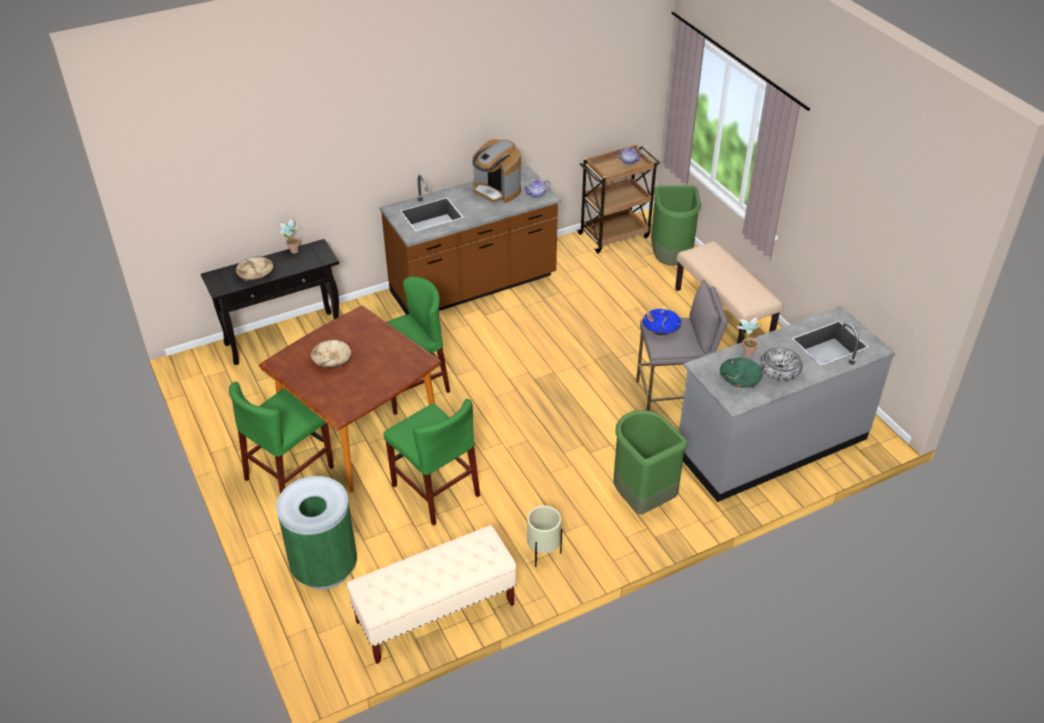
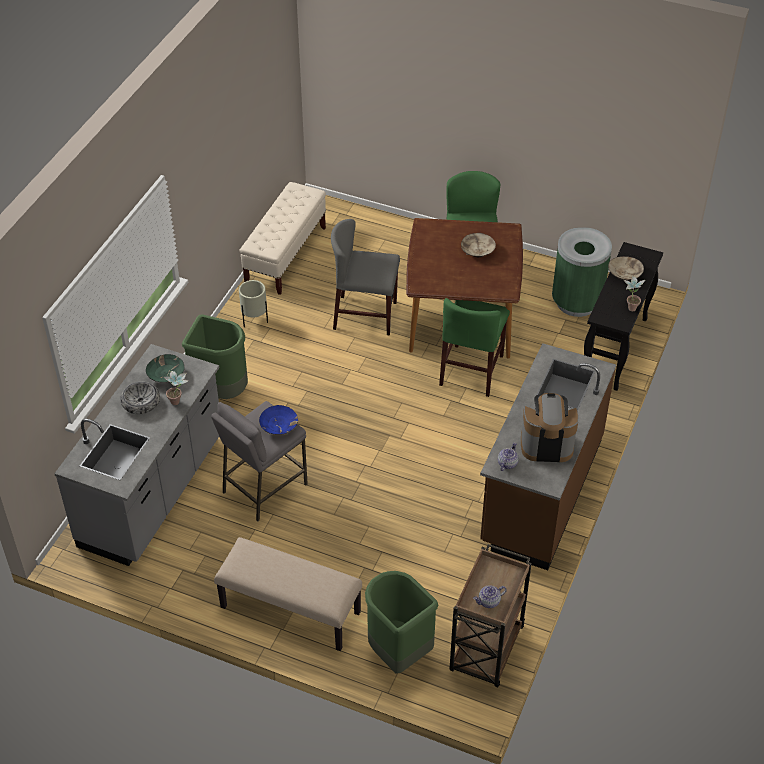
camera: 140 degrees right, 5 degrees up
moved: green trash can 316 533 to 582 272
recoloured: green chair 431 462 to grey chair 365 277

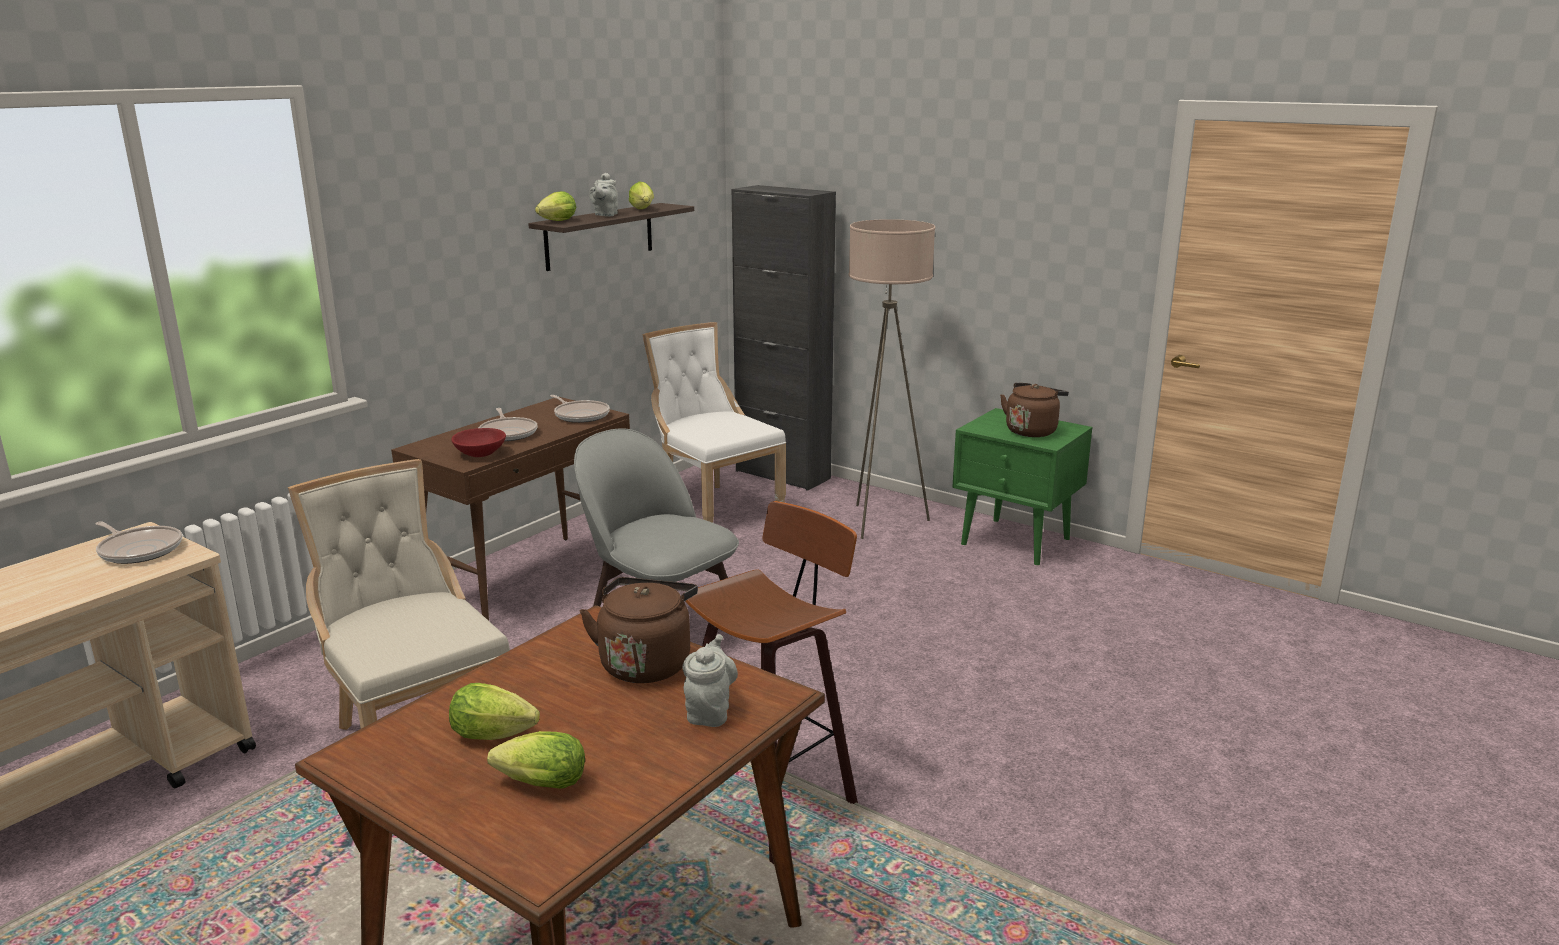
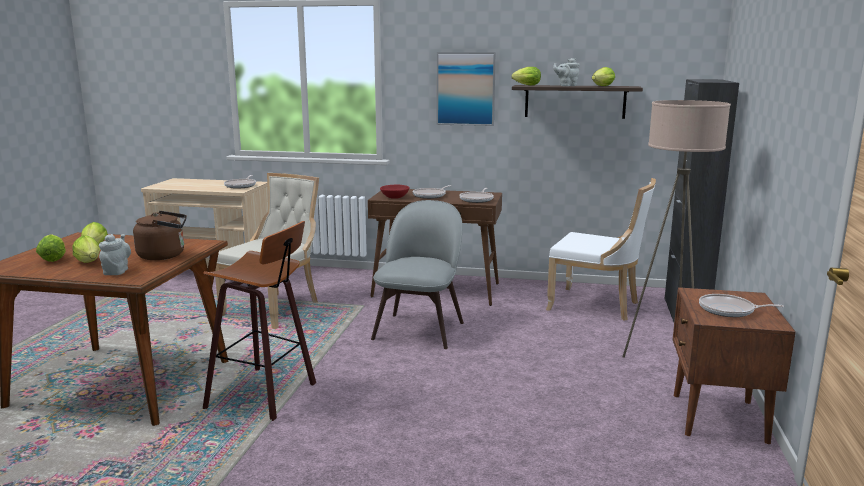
camera: 65 degrees right, 5 degrees down
added: lettuce 86 249; picture 466 89
replaced: brown kettle 1034 410 to frying pan 741 305
recoloured: green nightstand 1022 486 to brown nightstand 734 365
turned: white chair 714 422 = 601 249 90 degrees clockwise; grey teapot 710 680 = 115 254 75 degrees counterclockwise

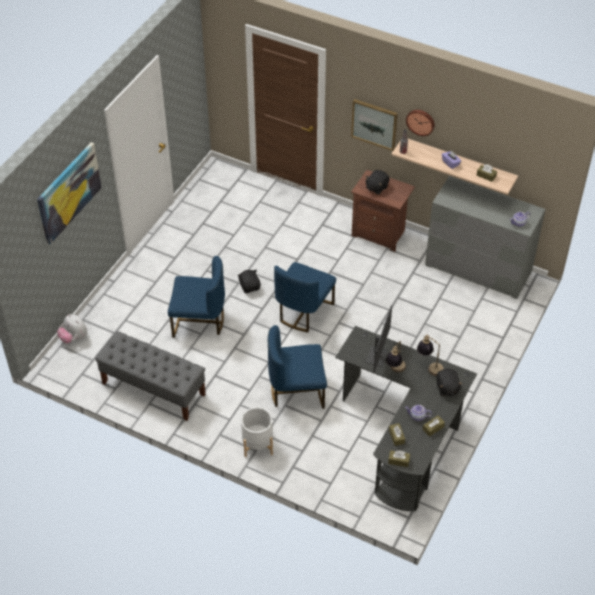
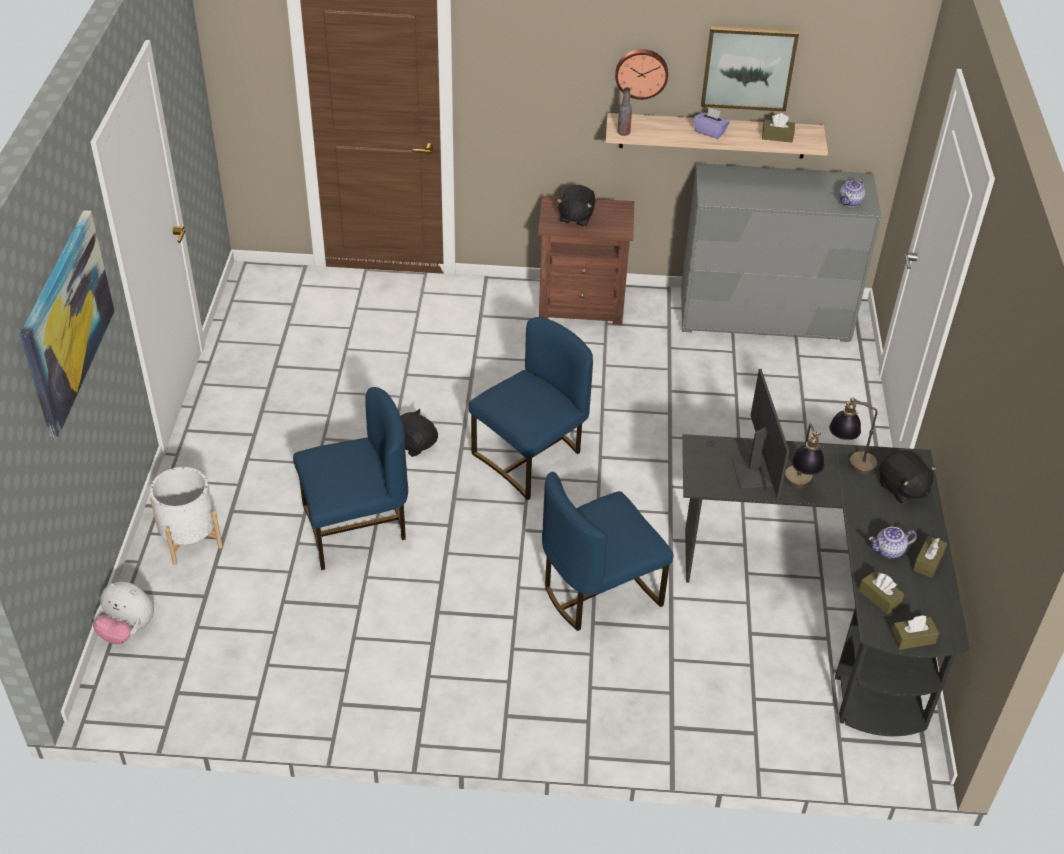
camera: 25 degrees left, 5 degrees down
removed: grey bench 150 376
moved: white planter 257 432 to 186 516; picture 374 125 to 750 69
turned: blue chair 305 297 = 531 408 135 degrees counterclockwise

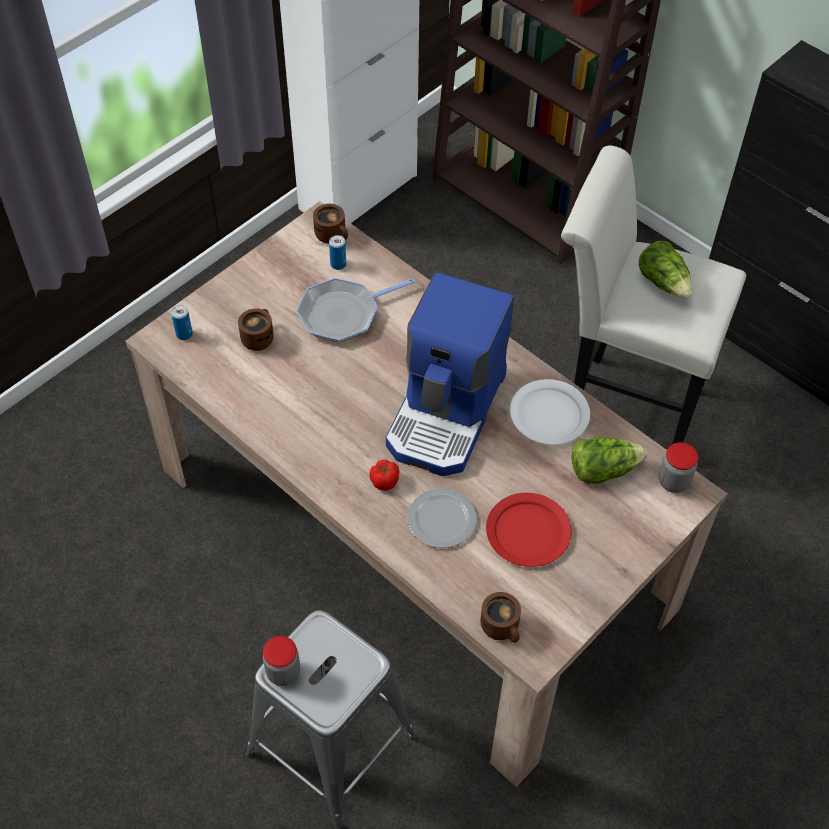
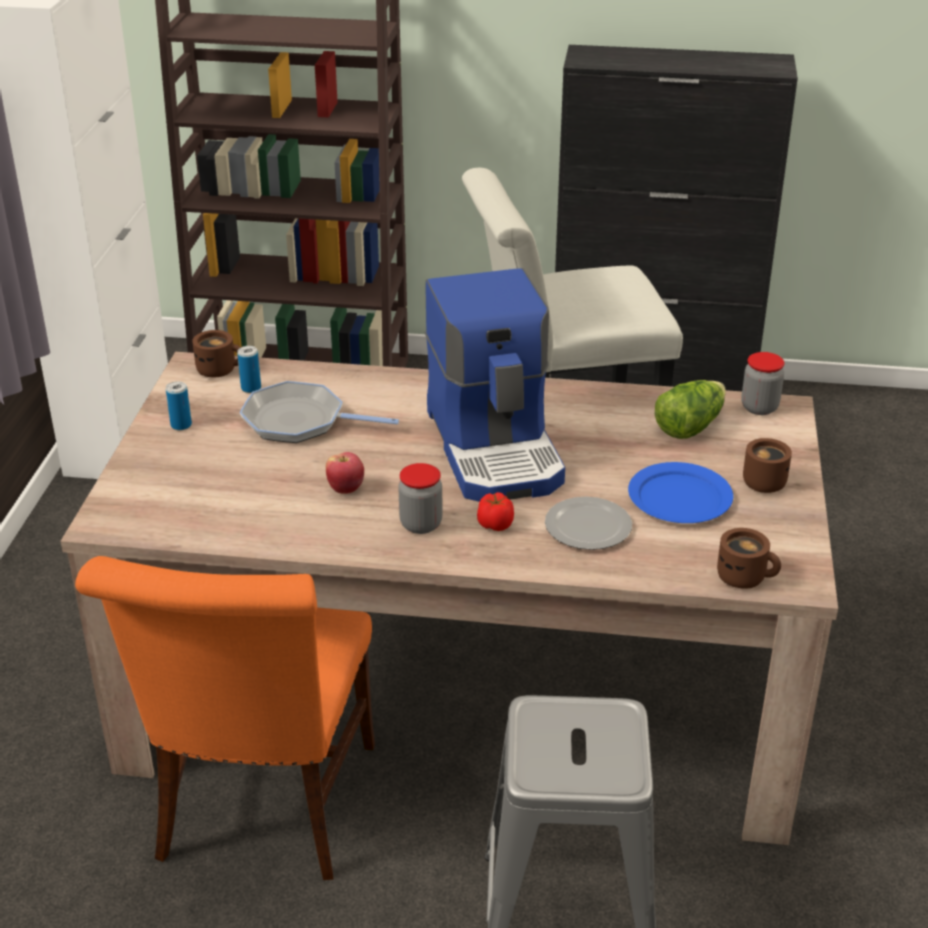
camera: 35 degrees left, 20 degrees down
removed: white plate 550 412; lettuce 665 269
added: orange chair 225 718; apple 345 473
moved: can 182 322 to 179 405; brown mug 256 329 to 767 465; jar 281 661 to 420 498
recoloured: red plate 529 530 to blue plate 680 492
turned: frying pan 355 310 = 319 412 75 degrees clockwise

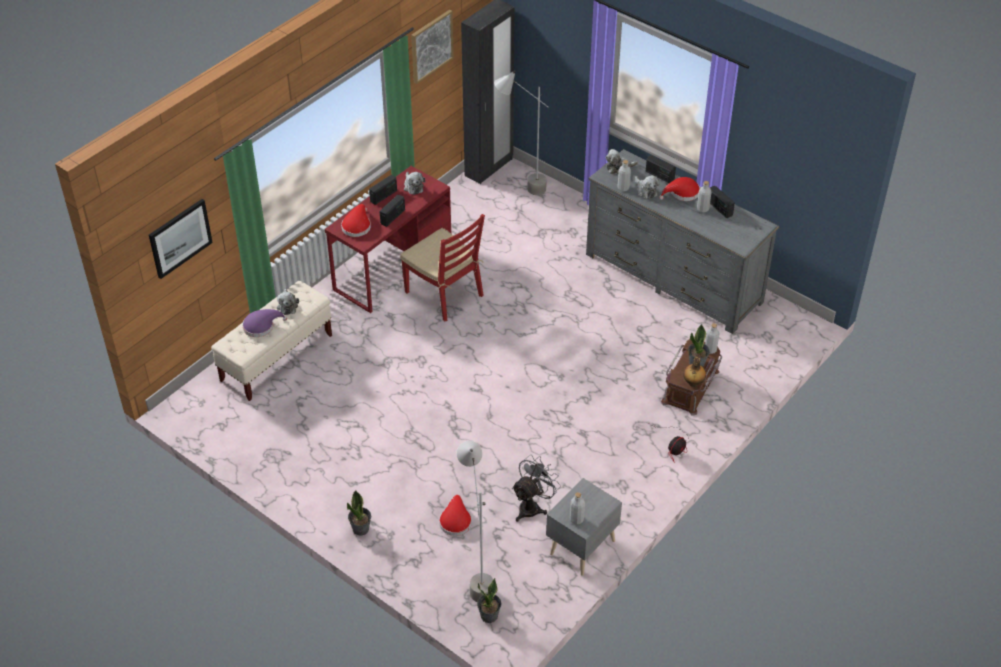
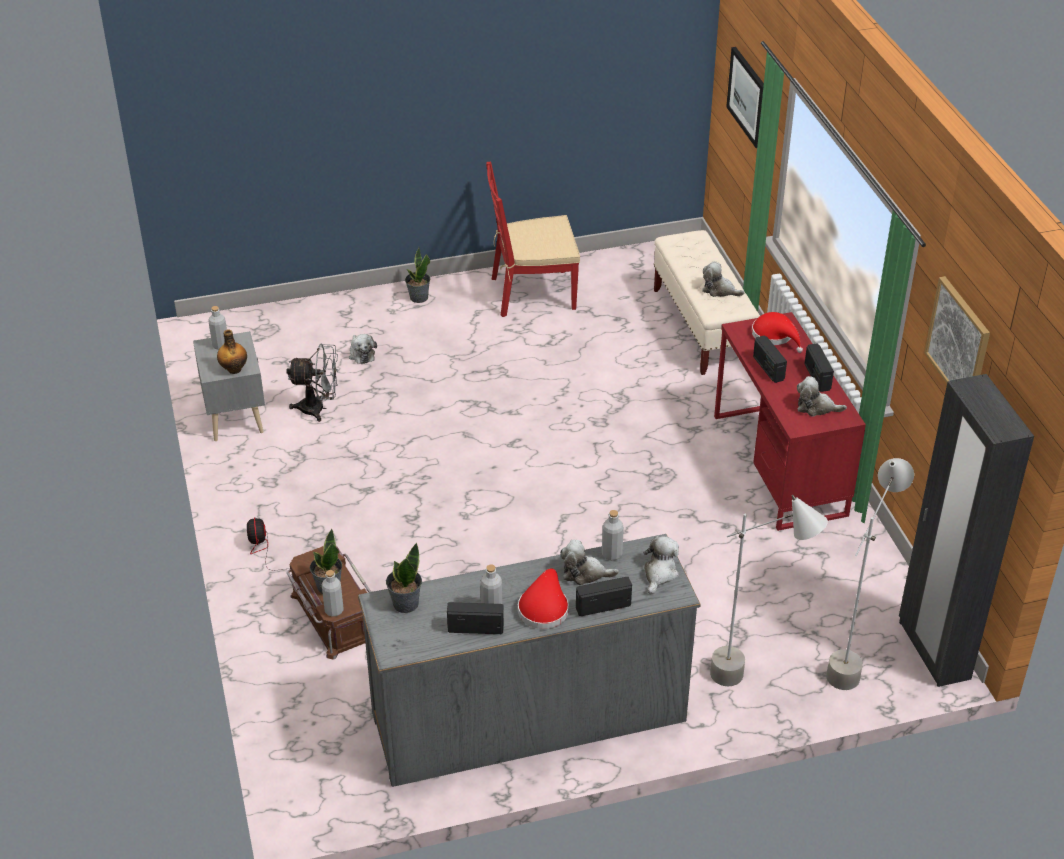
camera: 125 degrees right, 5 degrees down
removed: purple hat 264 323
moved: red chair 442 268 to 533 239; grey floor lamp 475 521 to 769 590; potted plant 489 600 to 404 578; bottle 694 372 to 232 351
replaced: red hat 455 515 to plush toy 363 349
turned: grey fan 536 488 = 312 382 75 degrees counterclockwise

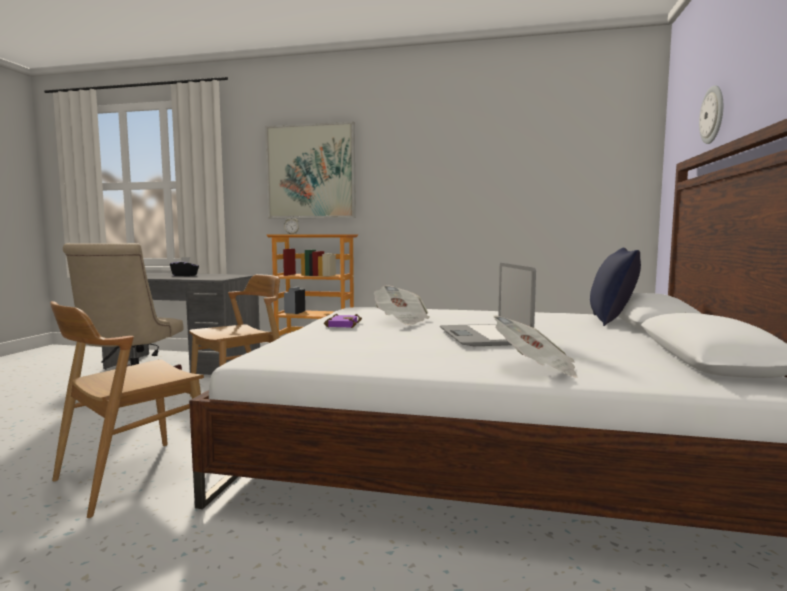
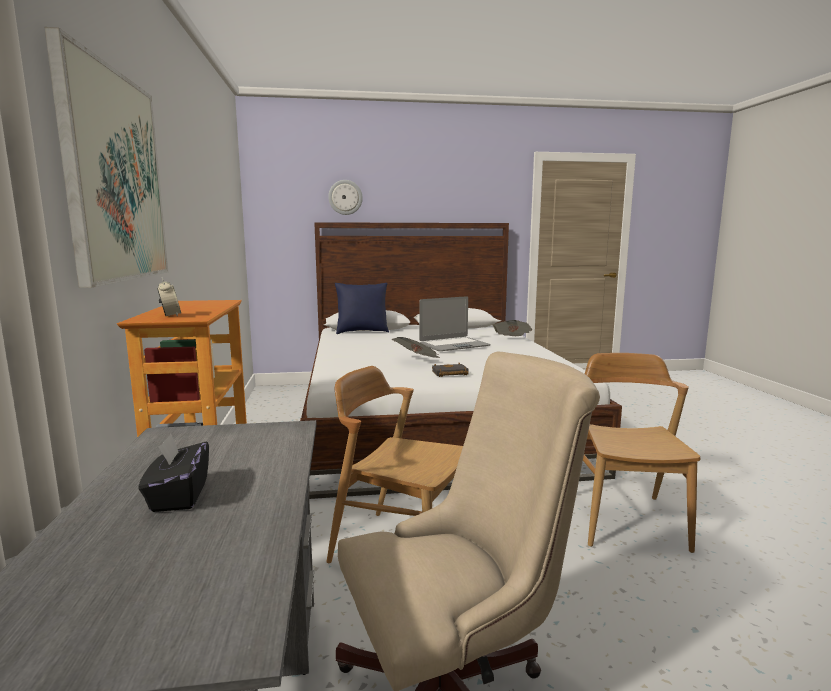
camera: 110 degrees left, 5 degrees up
recoloured: purple book 343 321 to black book 450 370
turned: brown chair 127 409 = 641 453 105 degrees counterclockwise

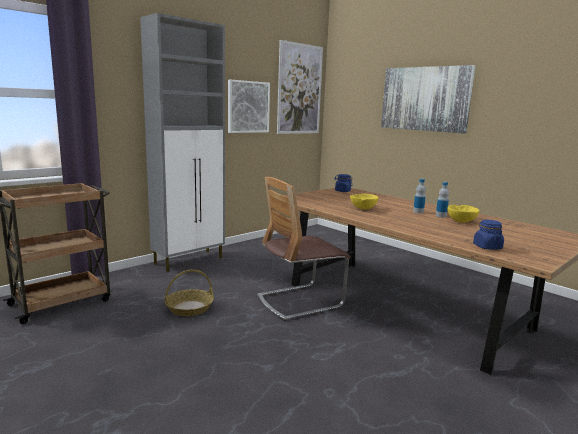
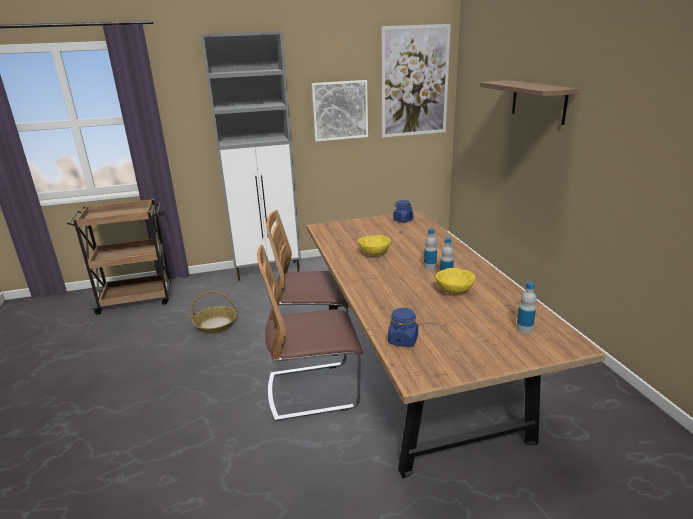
camera: 30 degrees right, 10 degrees up
added: chair 310 333; bottle 526 307
replaced: picture 428 99 to shelf 529 102

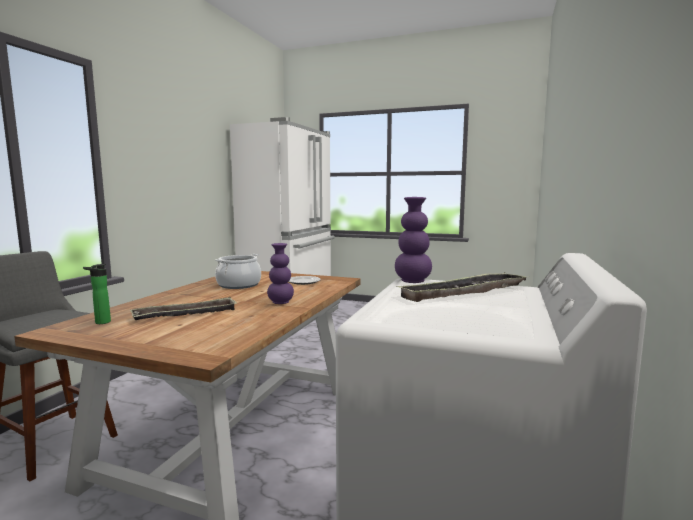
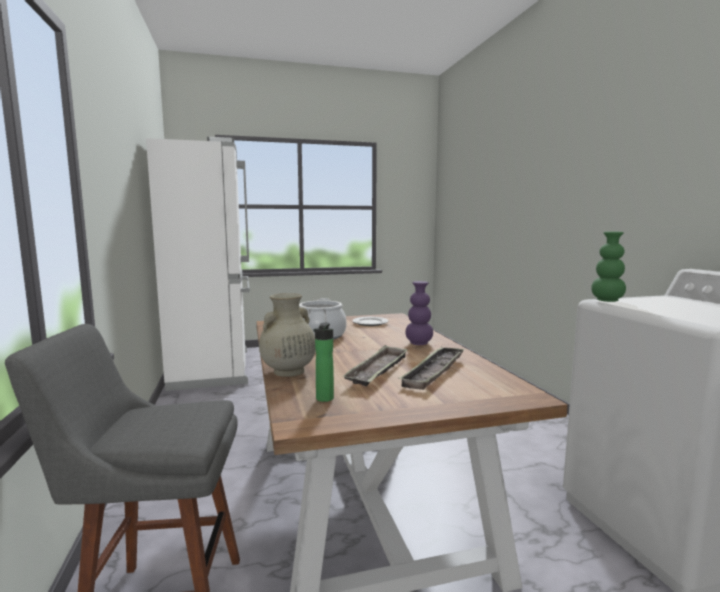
camera: 35 degrees left, 0 degrees up
added: beige vase 287 335
moved: tray 461 287 to 431 368
recoloured: purple vase 413 240 to green vase 608 266

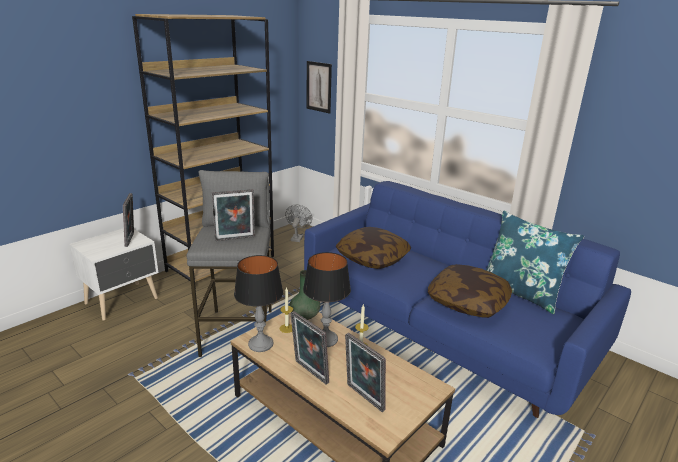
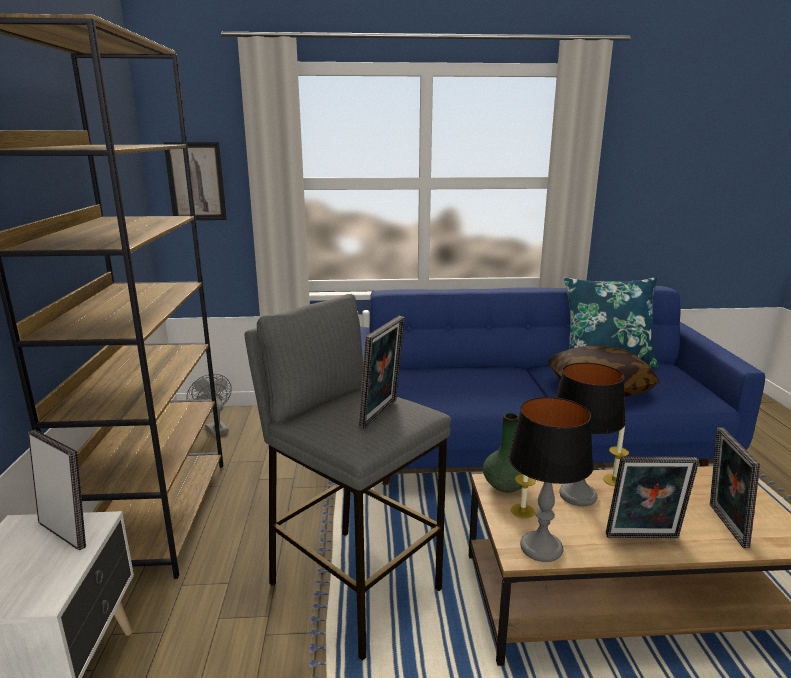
camera: 45 degrees left, 5 degrees down
removed: pillow 373 248
turned: picture frame 365 372 = 735 487 90 degrees clockwise

